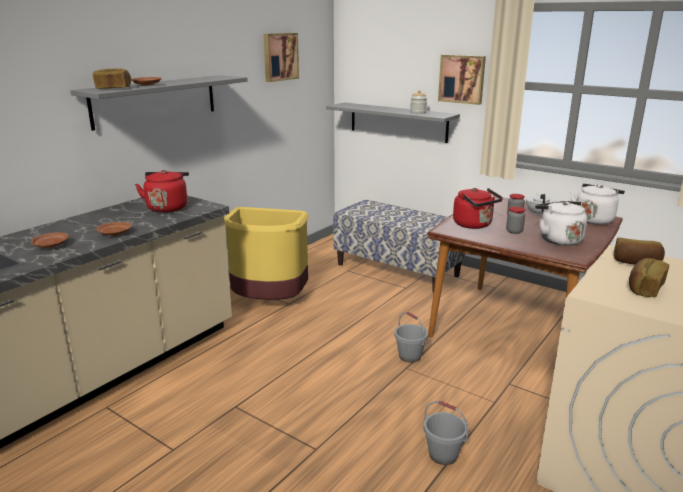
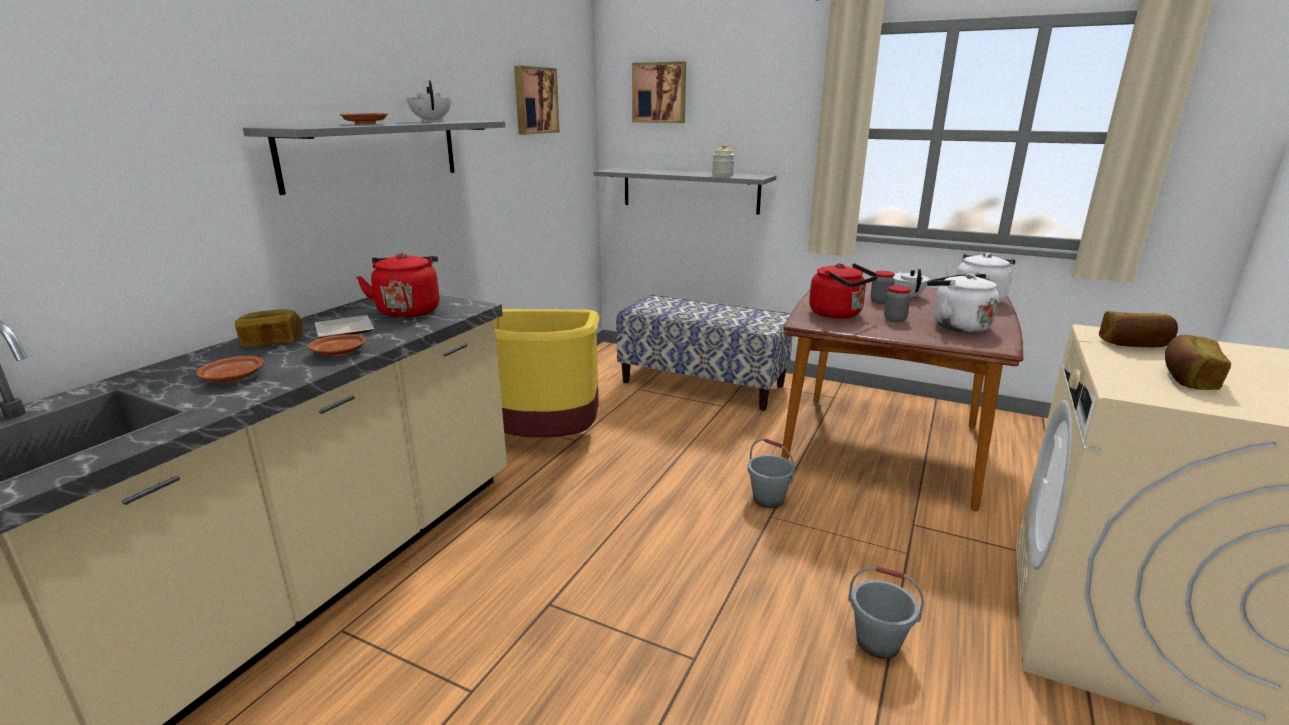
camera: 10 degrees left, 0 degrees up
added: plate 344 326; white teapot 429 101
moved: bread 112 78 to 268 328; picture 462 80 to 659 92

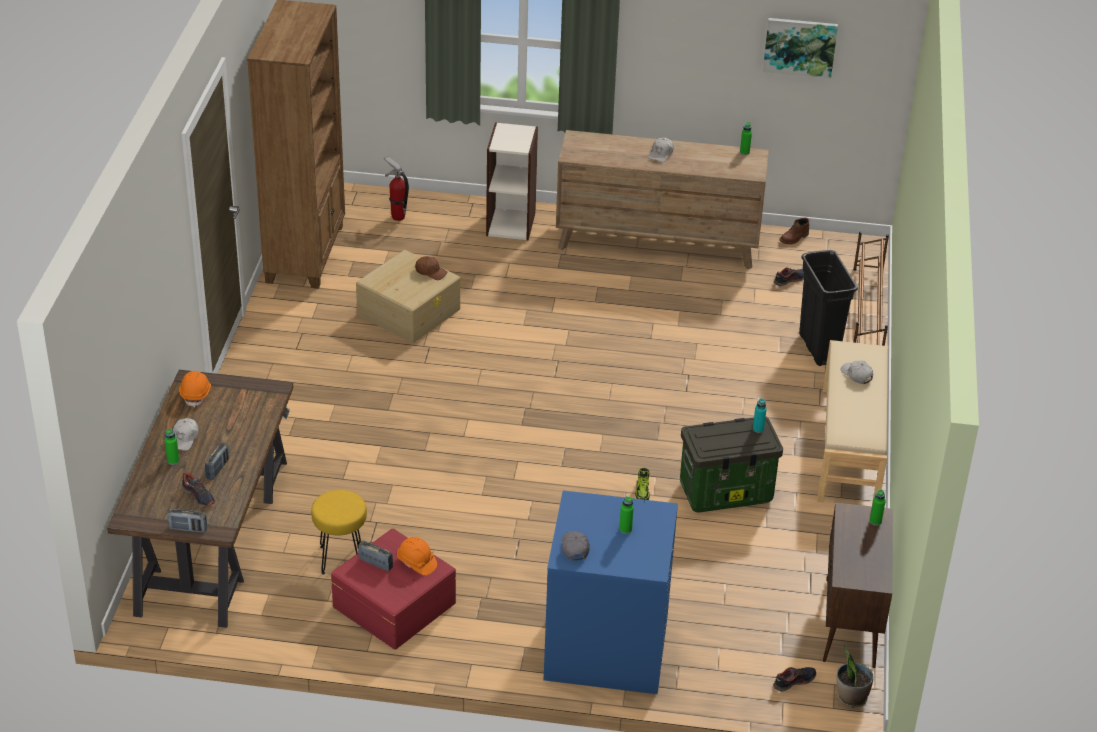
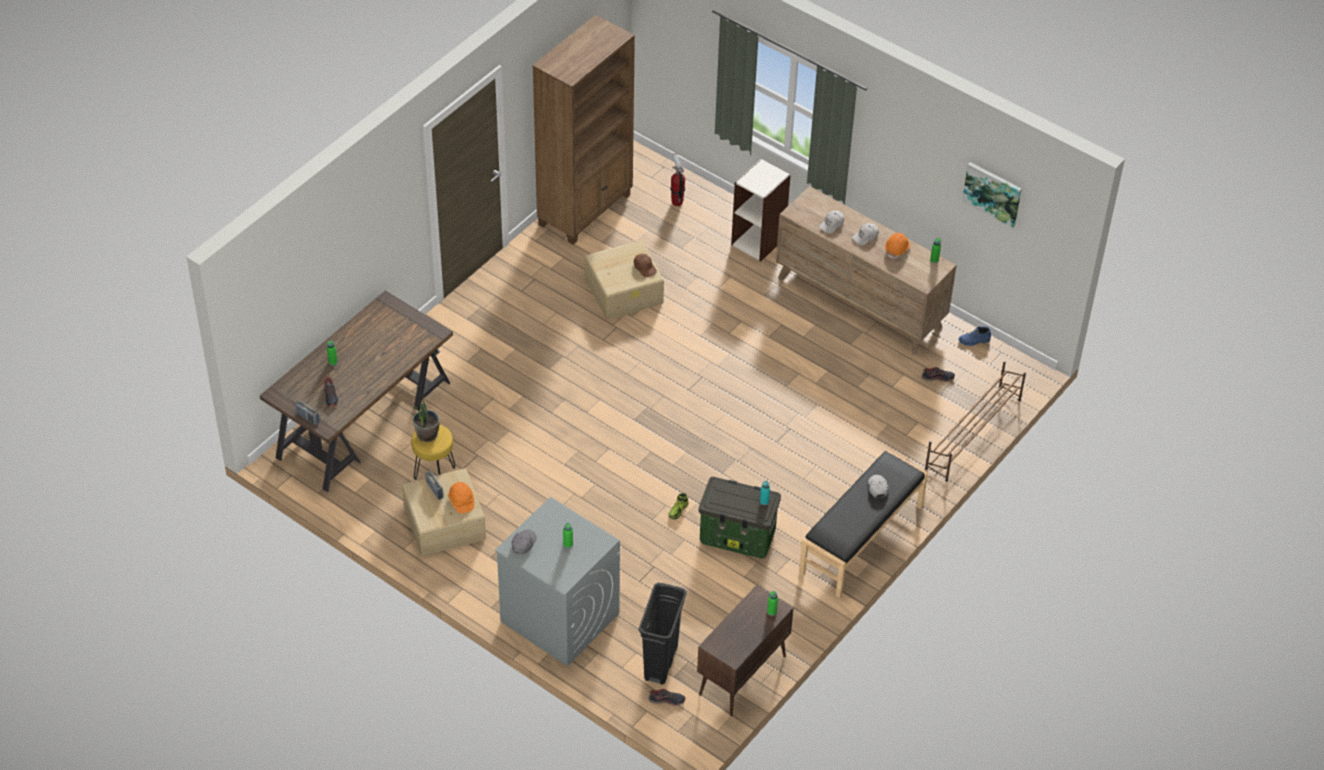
camera: 30 degrees right, 10 degrees up
removed: radio 217 461
moved: white cap 186 434 to 831 222; orange hard hat 195 389 to 897 246; black trash can 828 308 to 662 634; potted plant 855 676 to 426 419
recoloured: red storage box 393 589 to beige storage box 444 512; blue washing machine 611 592 to grey washing machine 557 581; brown boot 794 231 to blue boot 974 336; beige bench 852 422 to black bench 863 524

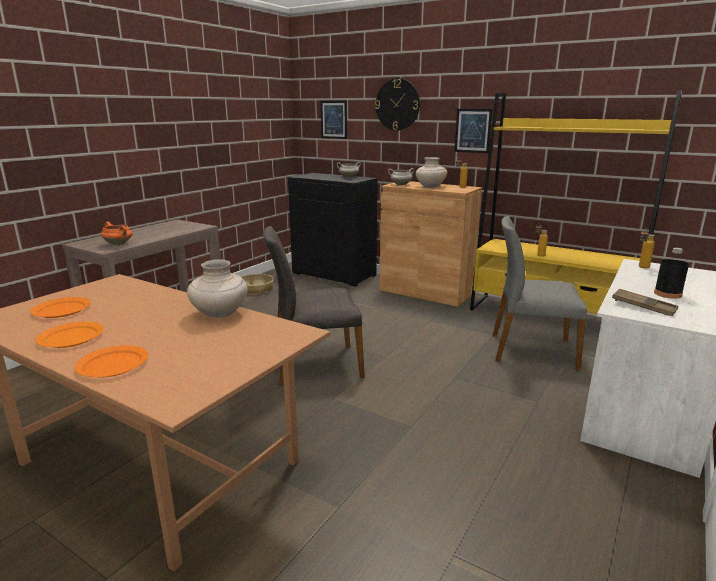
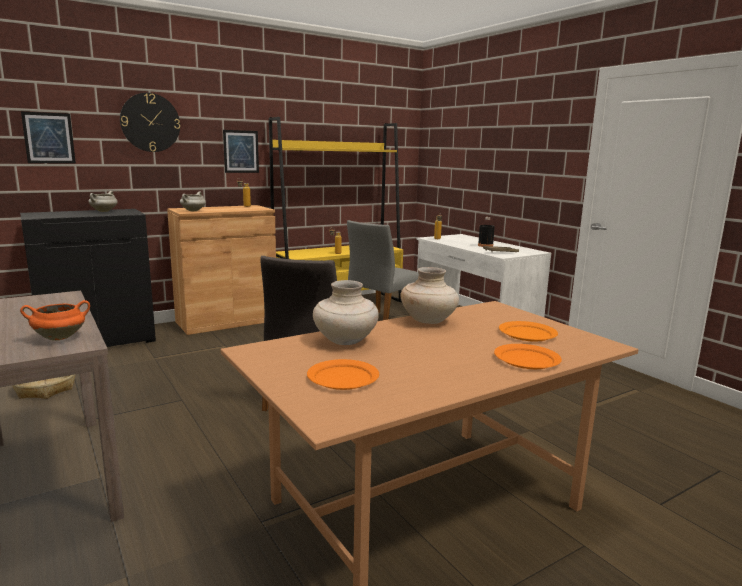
camera: 65 degrees left, 5 degrees down
moved: orange plate 70 335 to 528 331; beige vase 431 172 to 346 312

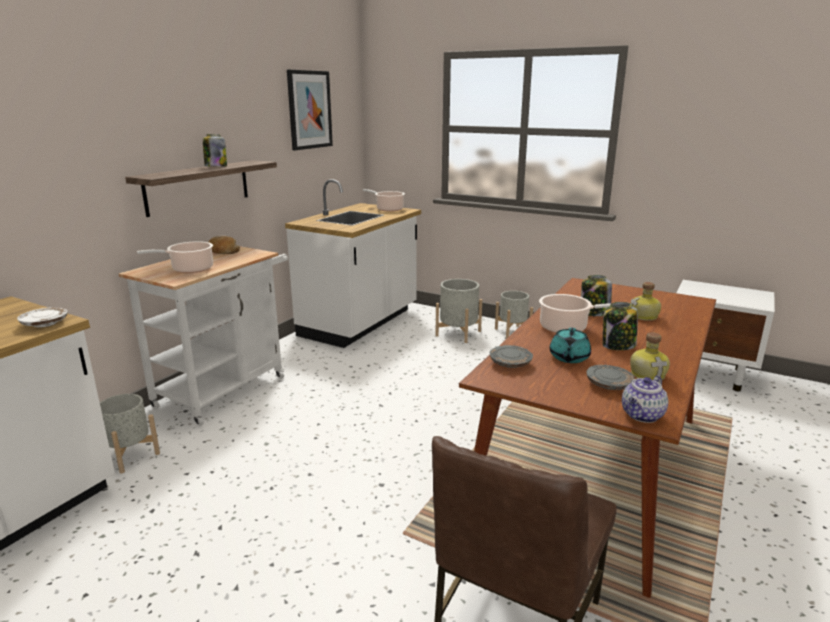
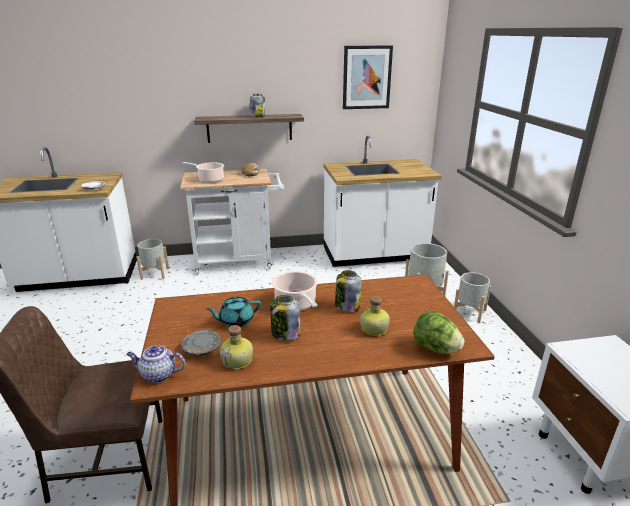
camera: 50 degrees right, 5 degrees up
removed: cooking pot 384 200; grey plate 511 356
added: lettuce 439 332

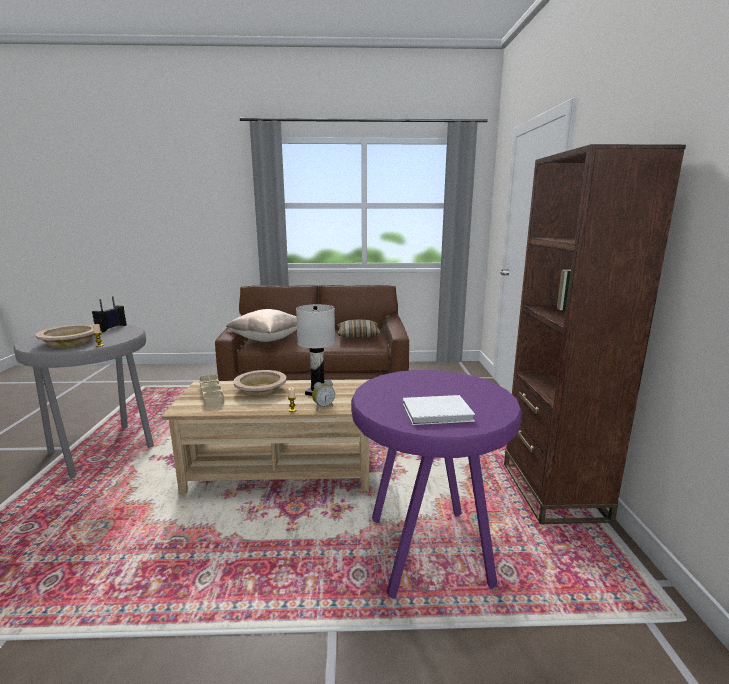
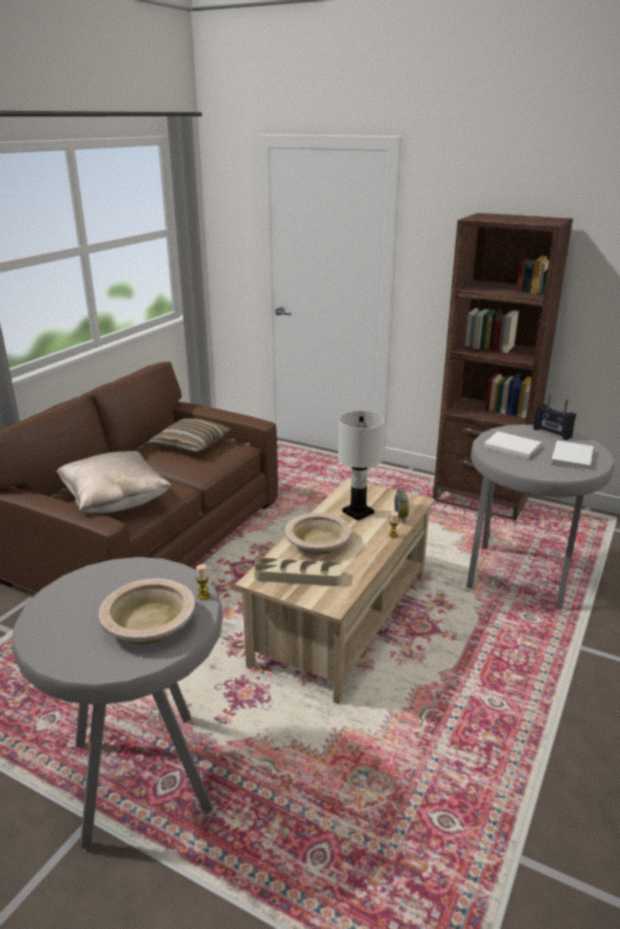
camera: 60 degrees left, 10 degrees up
added: white book 512 445
moved: radio 109 314 to 554 417
recoloured: purple stool 436 484 to grey stool 541 517

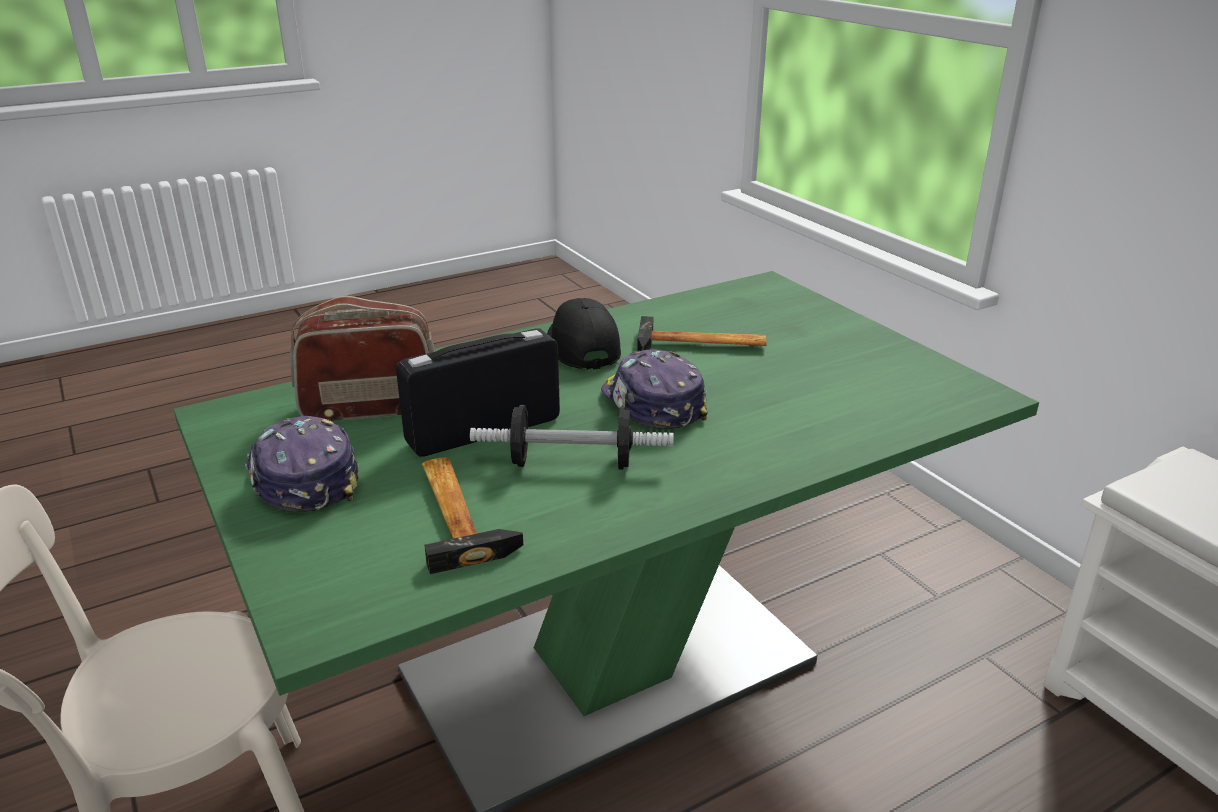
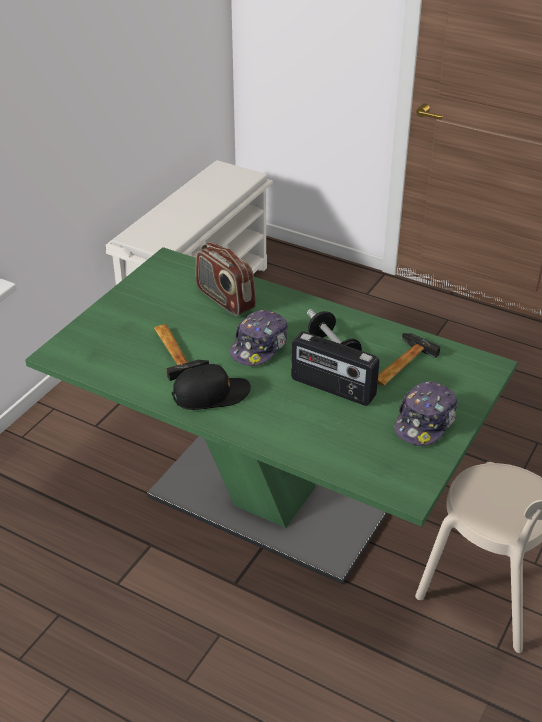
camera: 120 degrees left, 10 degrees up
moved: radio 362 358 to 225 279
turned: black cap 584 334 = 211 387 150 degrees counterclockwise

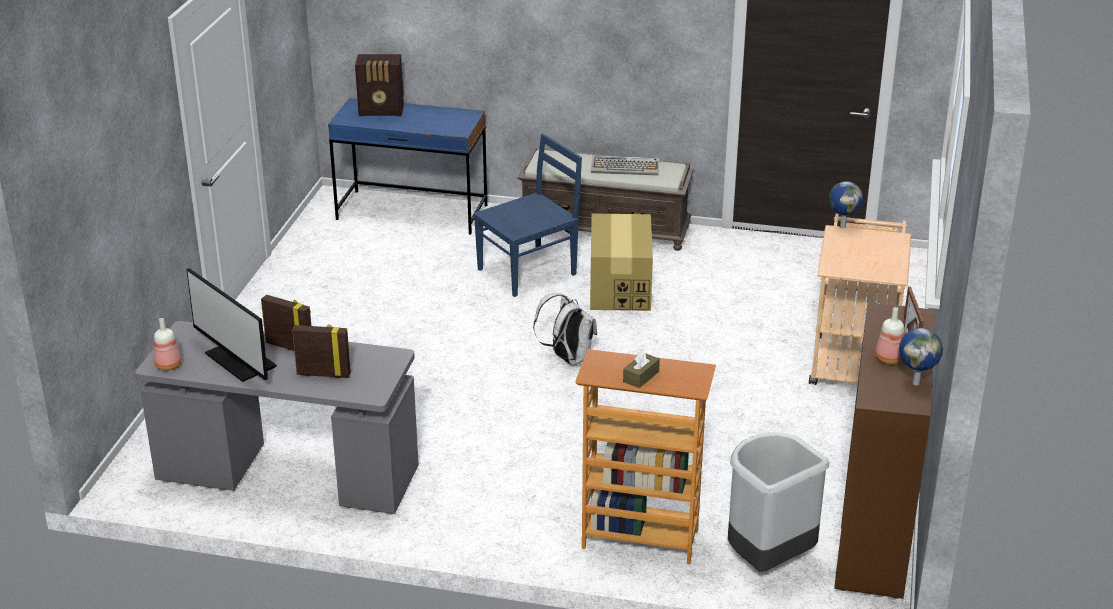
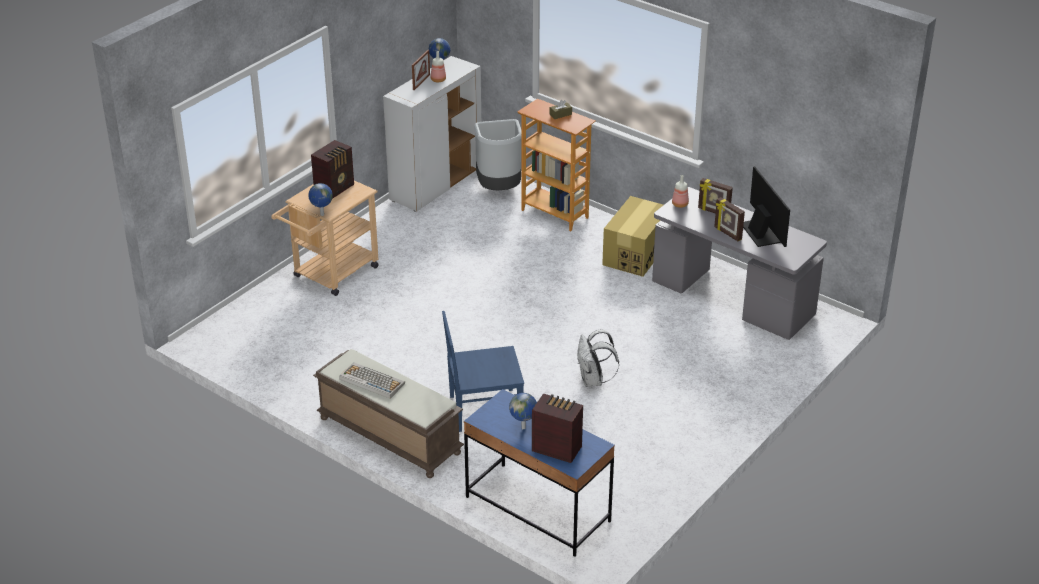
camera: 155 degrees left, 5 degrees up
added: radio 332 169; globe 523 411
moved: bottle 168 344 to 680 191; white backpack 565 329 to 598 358; cardboard box 621 262 to 632 236
recoloured: brown cabinet 884 450 to white cabinet 432 134

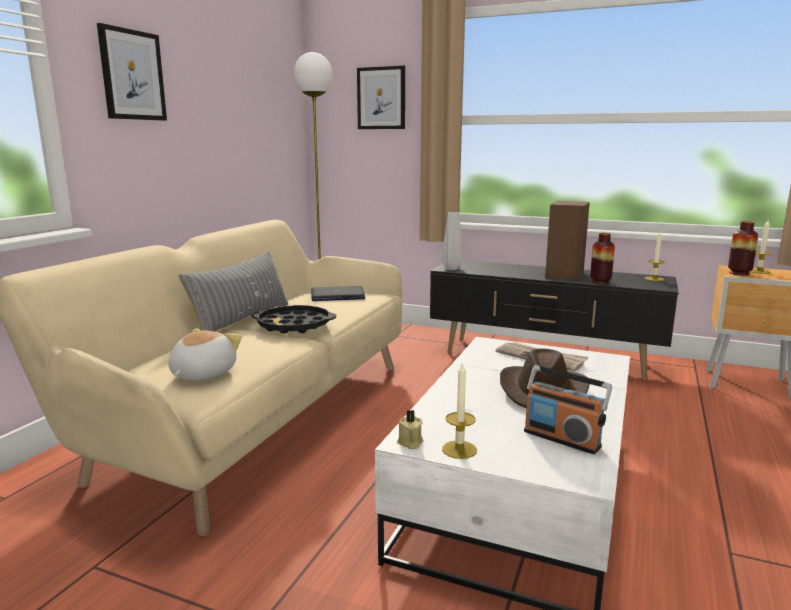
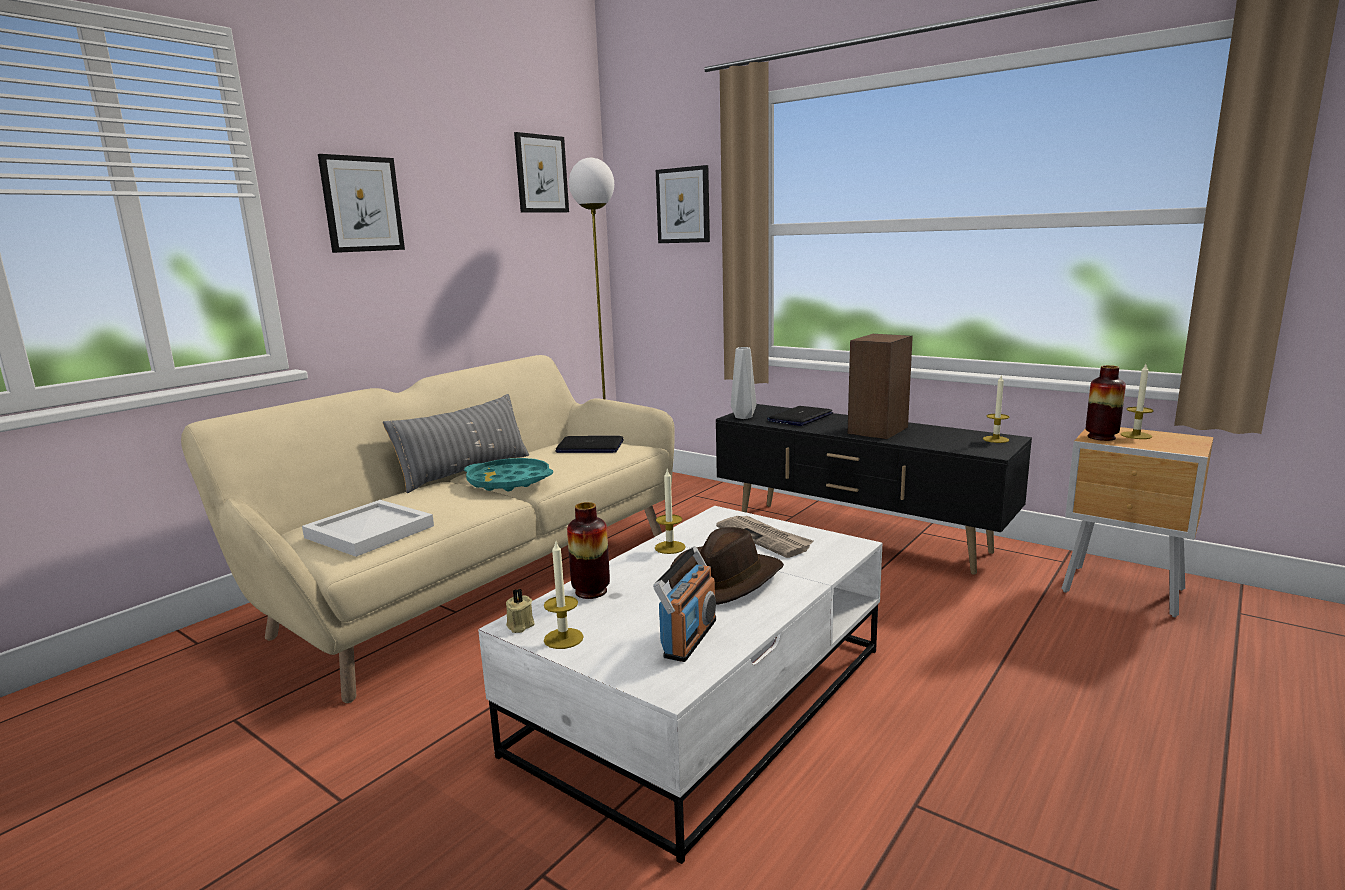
camera: 15 degrees right, 0 degrees up
added: picture 541 172; candle 670 512; laptop 800 416
moved: vase 602 258 to 588 550
replaced: plush toy 205 355 to white tray 368 528
recoloured: black tray 293 319 to turquoise tray 508 474
turned: radio 568 409 = 684 604 120 degrees counterclockwise

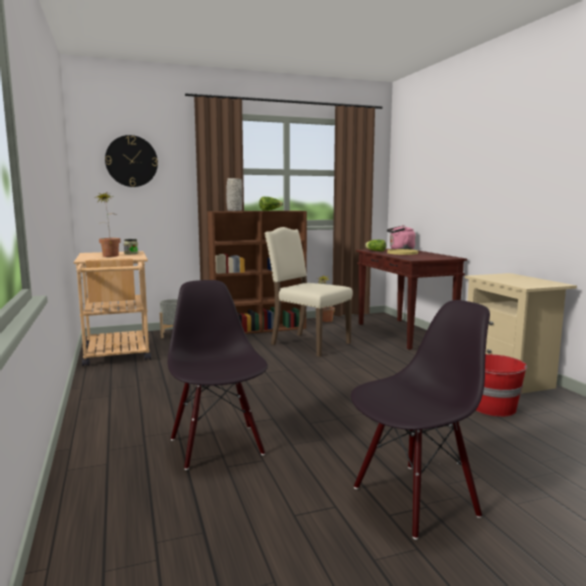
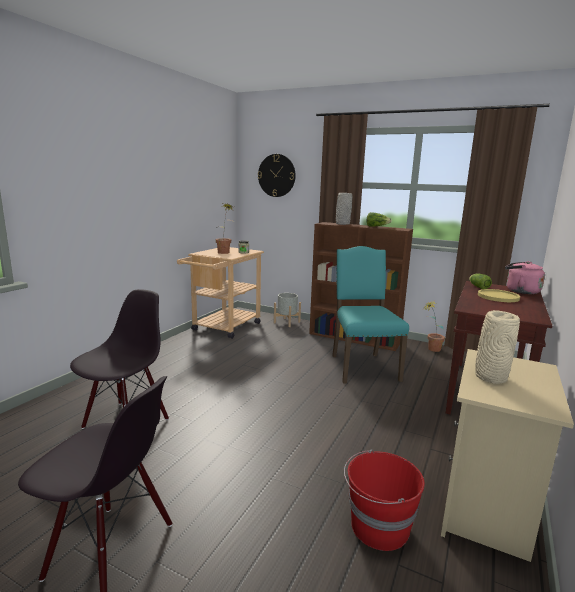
camera: 45 degrees right, 5 degrees up
added: beige vase 497 347
recoloured: beige chair 308 292 to turquoise chair 370 315

